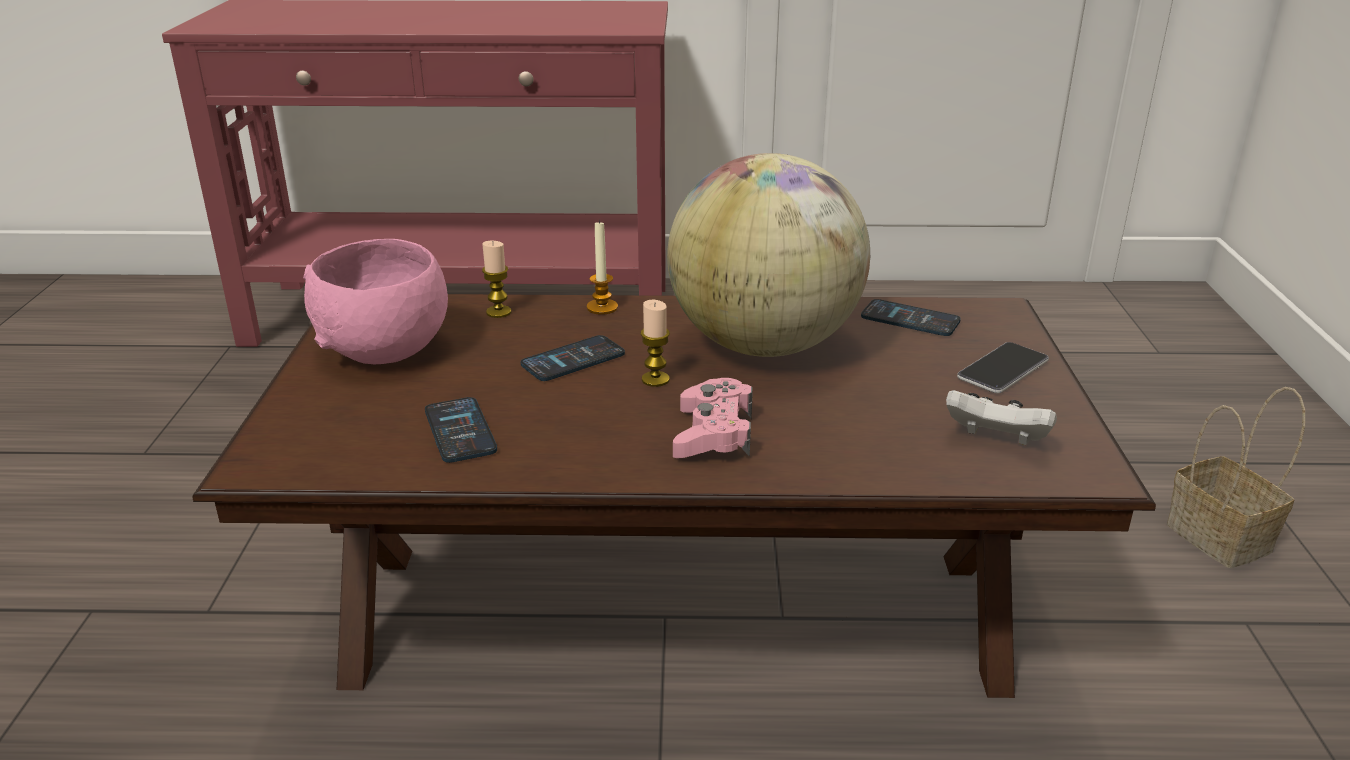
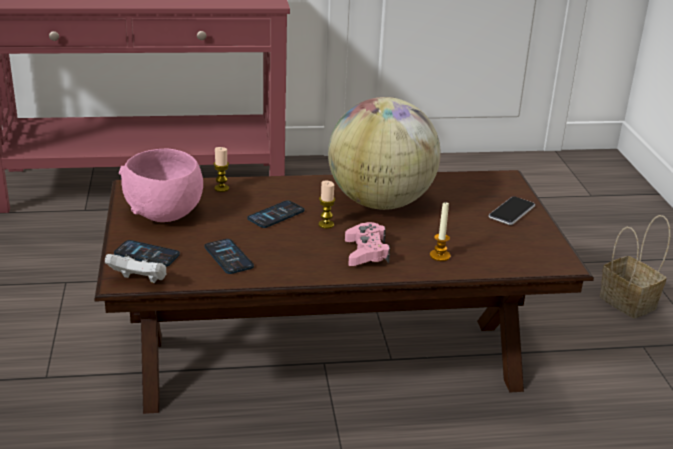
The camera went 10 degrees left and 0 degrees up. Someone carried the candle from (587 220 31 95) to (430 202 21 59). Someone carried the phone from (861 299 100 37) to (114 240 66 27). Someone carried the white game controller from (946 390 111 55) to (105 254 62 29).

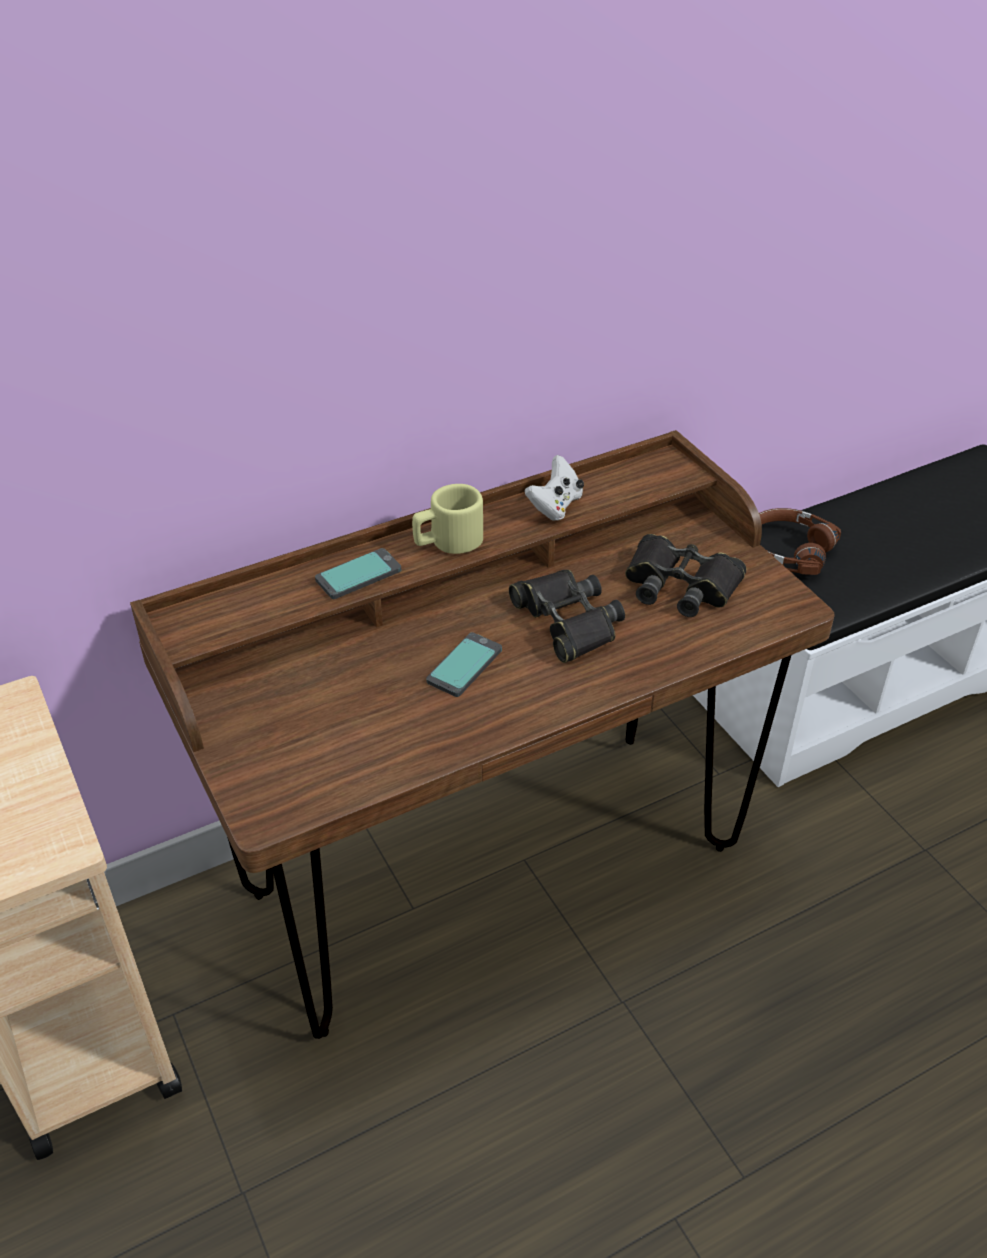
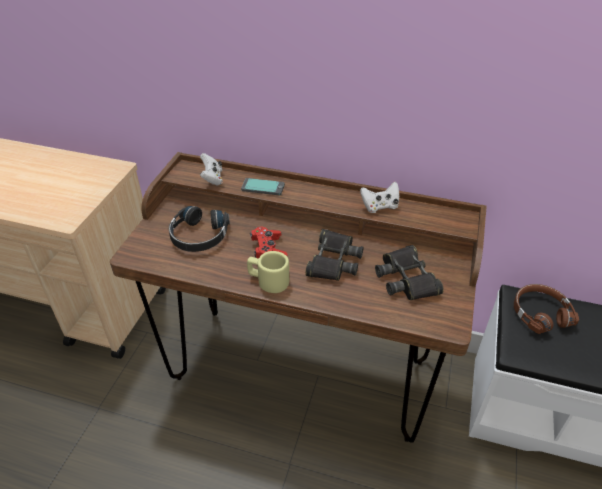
The camera went 45 degrees right and 0 degrees up. Someone put down the black headphones at (169 206 61 46). Someone put down the white game controller at (200 153 23 32). Someone carried the beige mug from (412 484 71 70) to (247 251 42 42). Someone swapped the phone at (426 632 76 65) for the red game controller at (250 227 37 32).

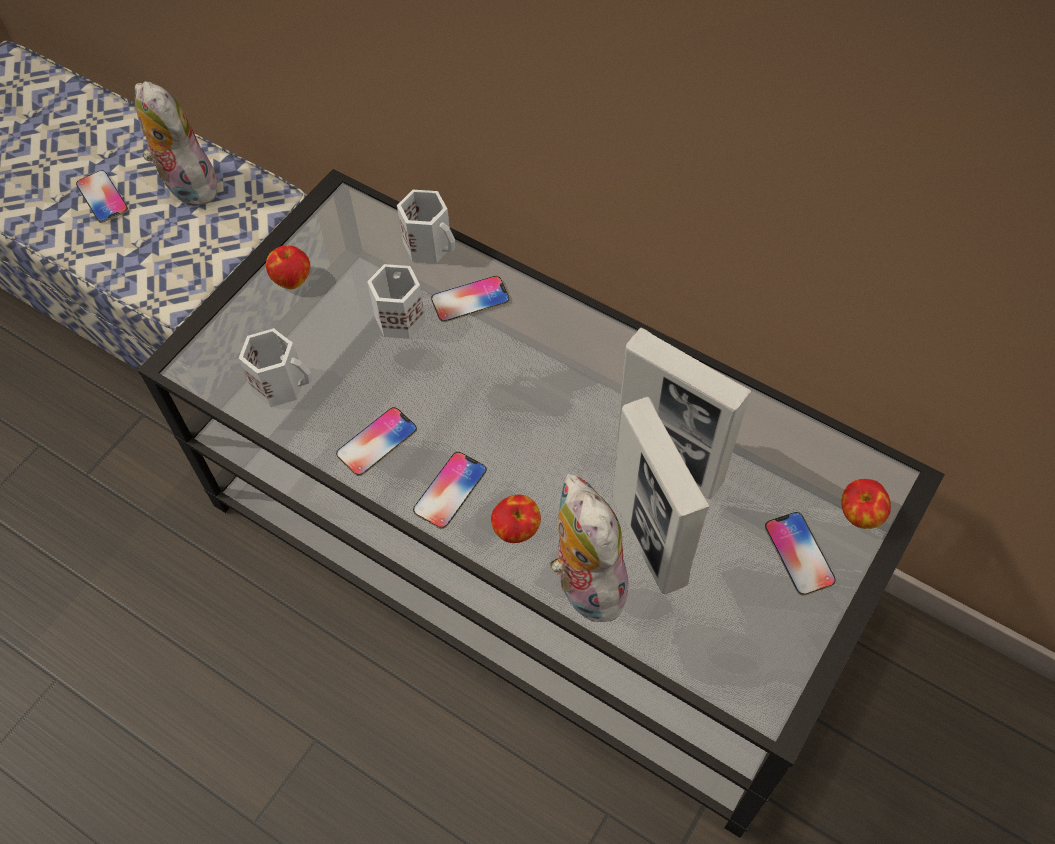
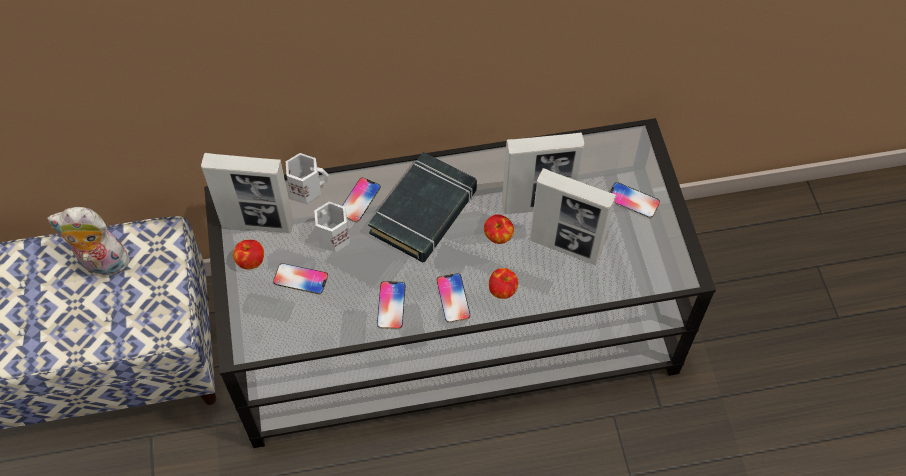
The camera went 45 degrees left and 0 degrees up. Someone took away the white mug at (239 328 73 79). Someone took away the plush toy at (550 473 80 149). Someone put down the picture frame at (201 153 93 80). Someone put down the black book at (368 152 109 110). Someone carried the phone from (76 170 52 53) to (273 263 55 31). Someone carried the apple from (842 479 49 50) to (484 214 30 30).

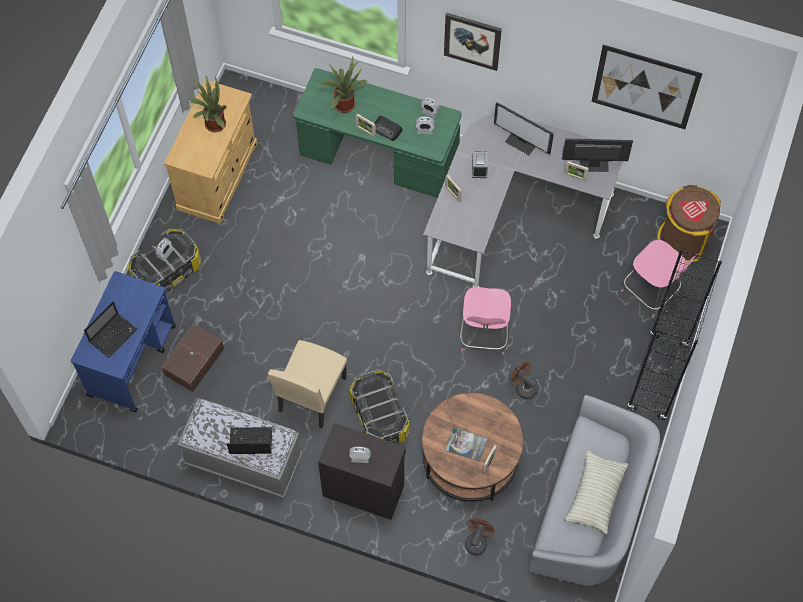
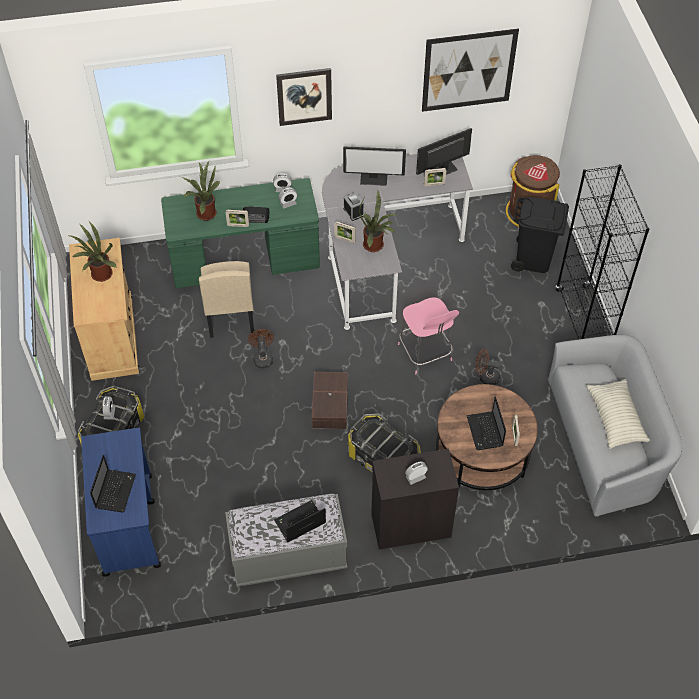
The camera went 30 degrees left and 10 degrees down. Someone put down the potted plant at (359 191 39 61). Someone carried the brown storage box from (161 324 63 68) to (312 372 36 57). Someone carried the beige chair from (268 340 79 88) to (199 261 55 77). Someone carried the brown fan from (465 518 30 38) to (248 329 26 39). Someone swapped the book at (445 427 43 35) for the laptop at (466 397 40 53). Someone swapped the pink stool at (621 240 78 77) for the black trash can at (511 197 58 76).

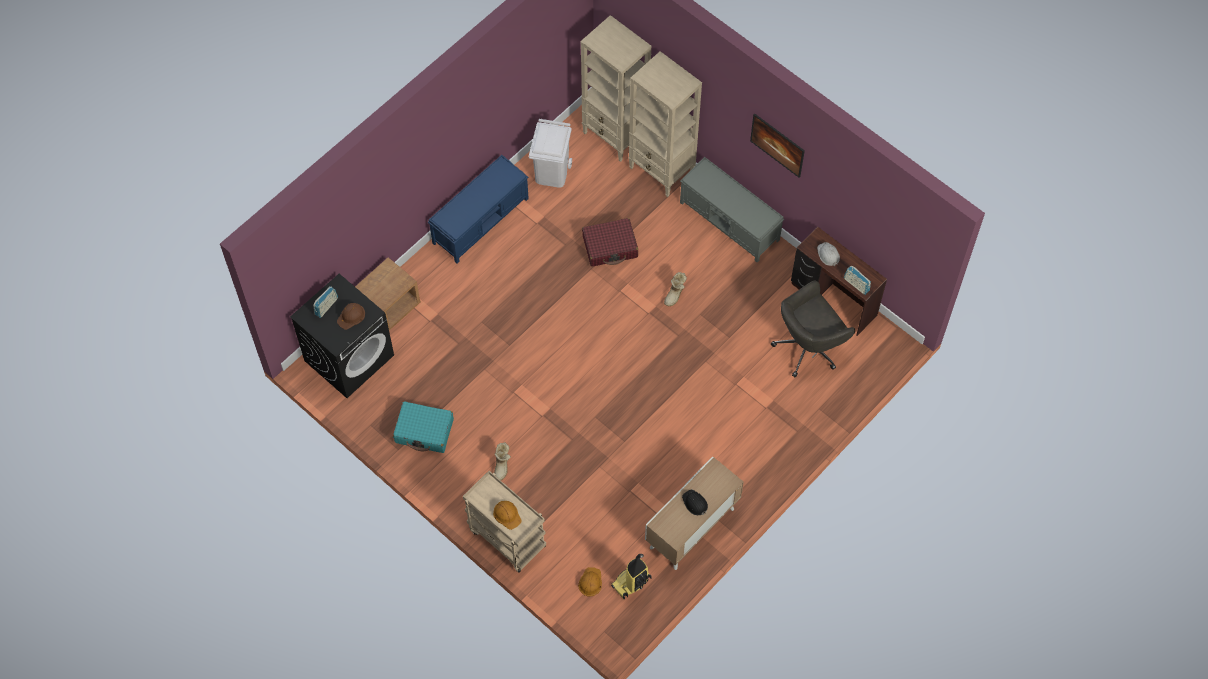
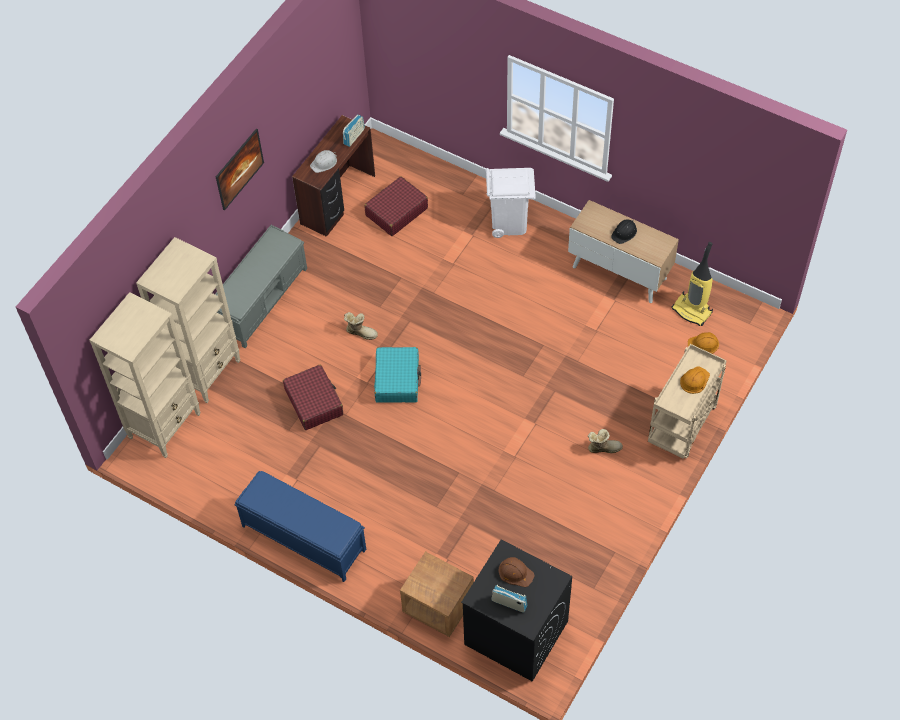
The camera went 100 degrees left and 5 degrees down. Someone carried the turquoise suitcase from (393 401 61 52) to (374 347 47 56). Someone carried the white trash can from (529 119 43 69) to (486 168 50 70). Someone swapped the grey office chair at (771 280 84 97) for the red suitcase at (365 176 63 60).

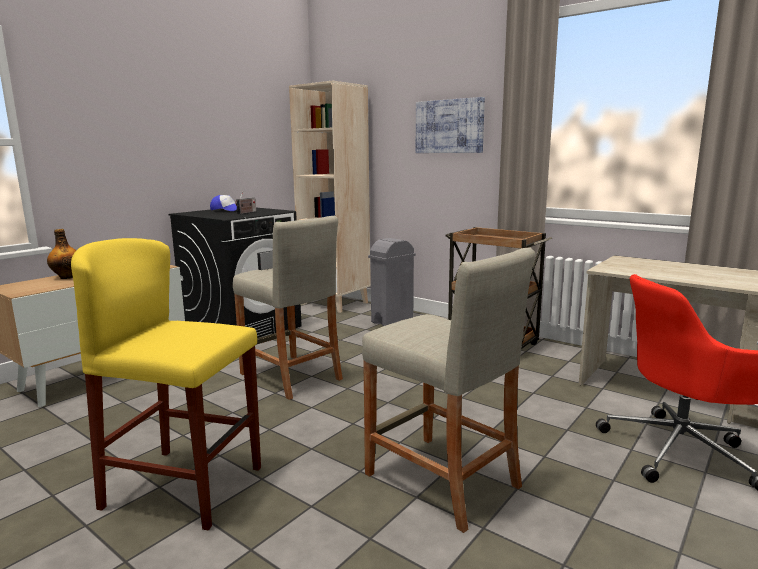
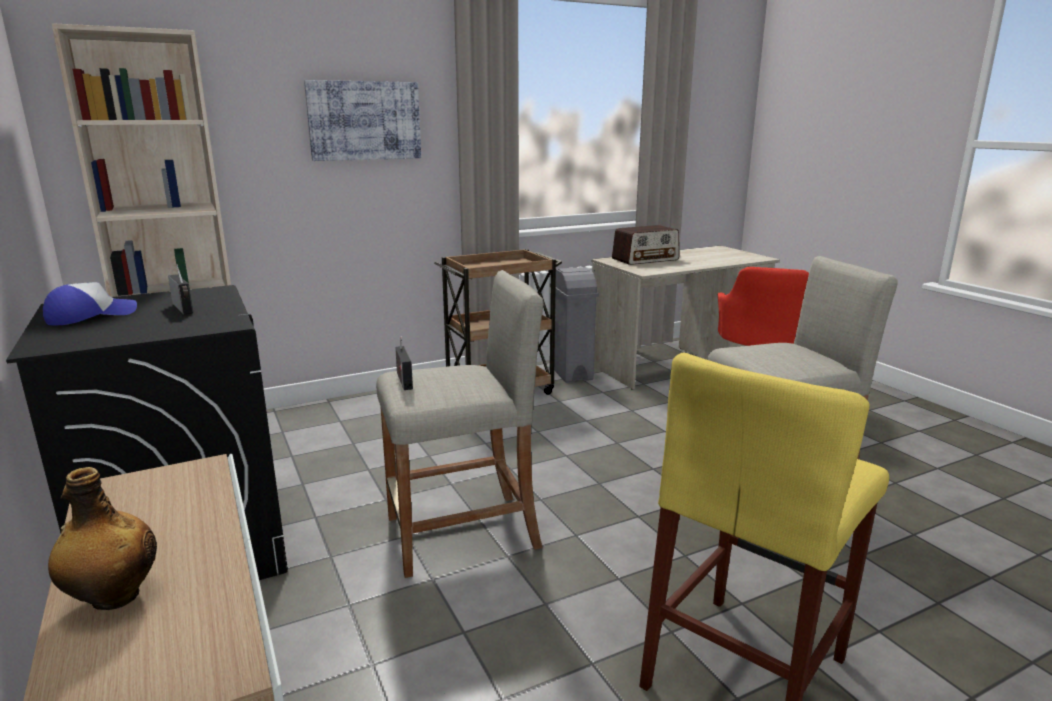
The camera went 65 degrees left and 5 degrees up. Someone put down the radio at (612 225 67 40). Someone carried the grey trash can from (368 238 48 88) to (550 267 49 116).

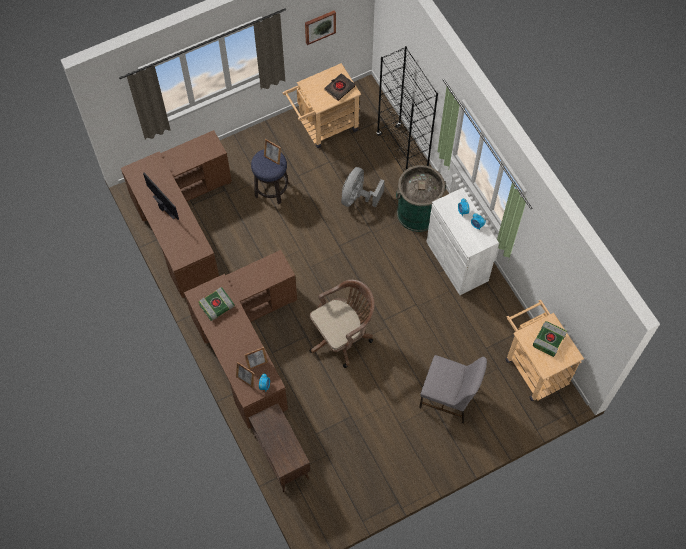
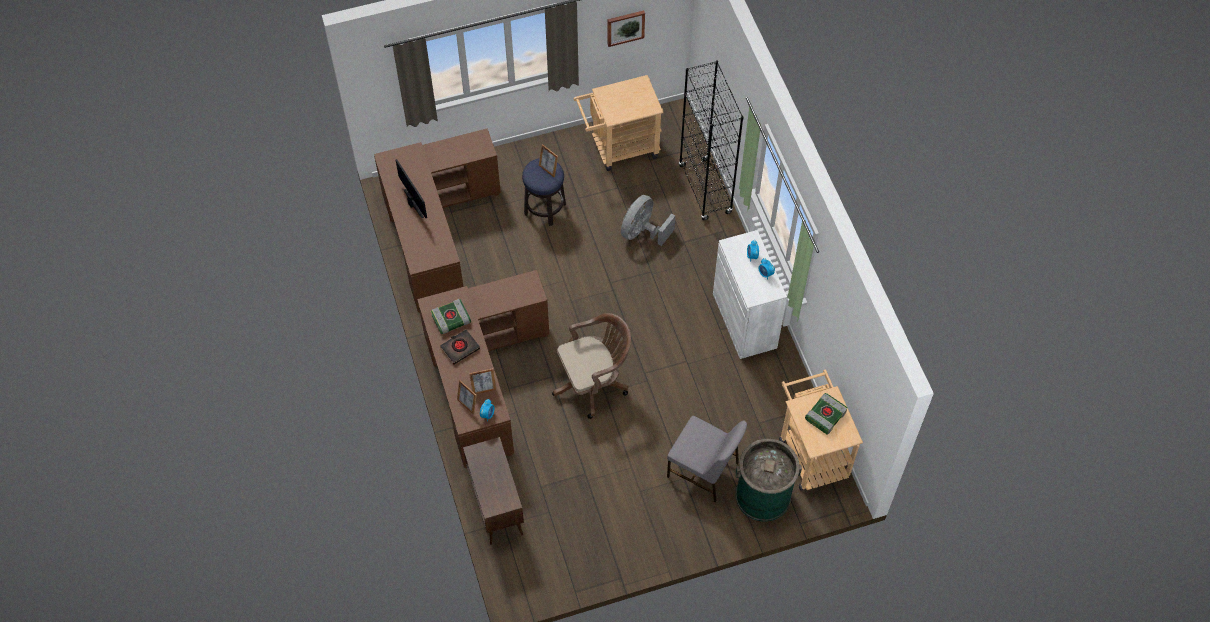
The camera went 10 degrees right and 5 degrees down. Someone carried the black book from (324 73 31 28) to (440 330 40 35). Someone carried the green trash can from (396 165 50 67) to (735 439 67 83).

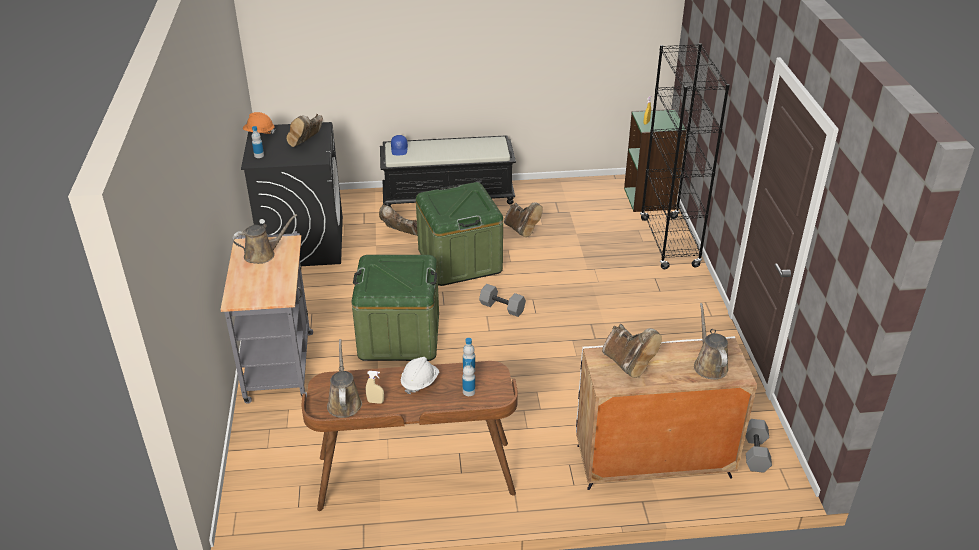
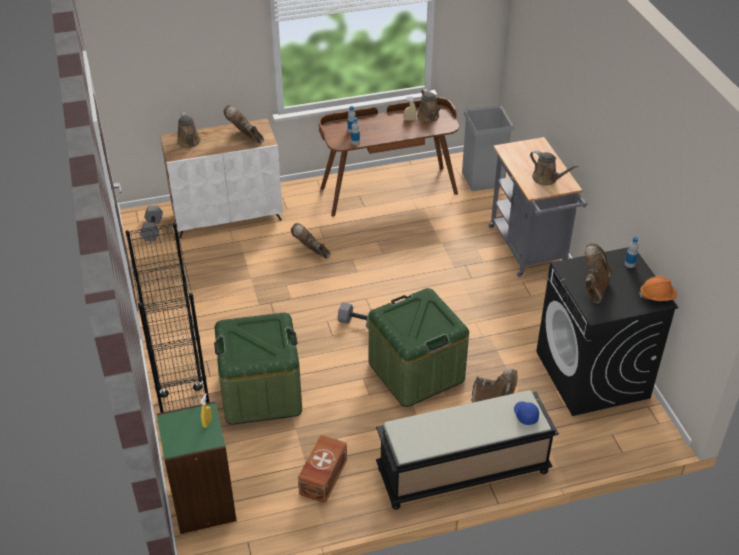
The camera went 170 degrees right and 5 degrees up. Someone took away the white hard hat at (401 357 38 38). Someone put down the brown storage box at (298 435 49 68). Someone put down the grey trash can at (462 105 52 86). Someone carried the green storage box from (352 255 87 106) to (214 313 88 112). Someone carried the brown boot from (504 202 39 35) to (291 223 39 36). Someone rotated the brown watering can at (232 214 65 50) by 105 degrees counterclockwise.

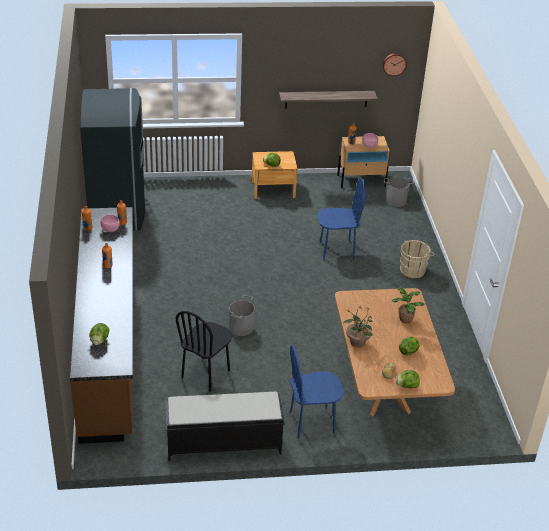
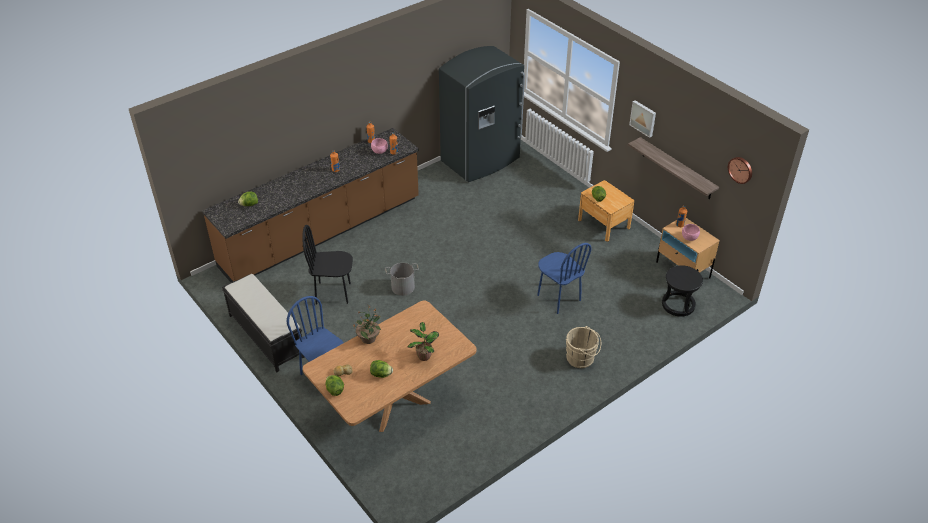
The camera went 60 degrees right and 5 degrees up. Someone put up the picture at (629 100 27 38). Someone swapped the grey bucket at (384 177 30 30) for the black stool at (662 265 41 52).

